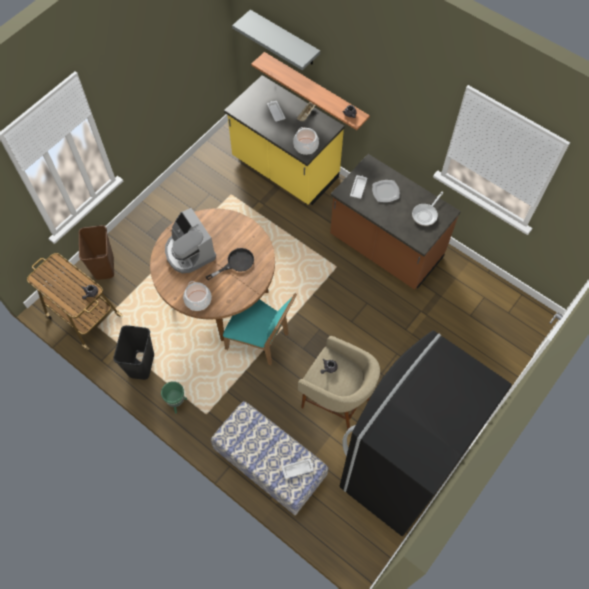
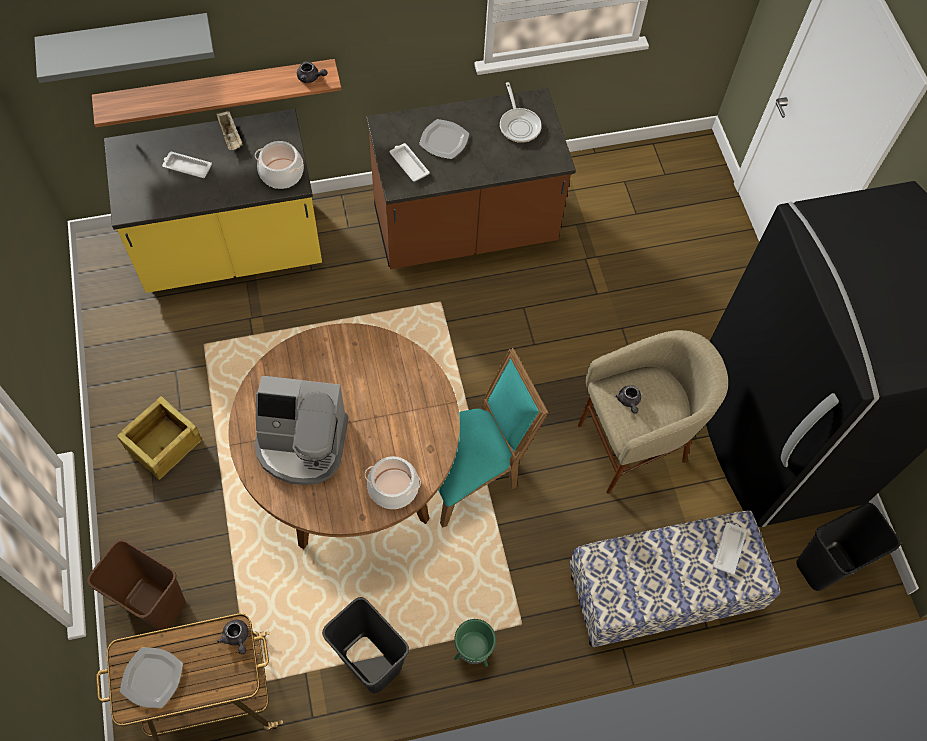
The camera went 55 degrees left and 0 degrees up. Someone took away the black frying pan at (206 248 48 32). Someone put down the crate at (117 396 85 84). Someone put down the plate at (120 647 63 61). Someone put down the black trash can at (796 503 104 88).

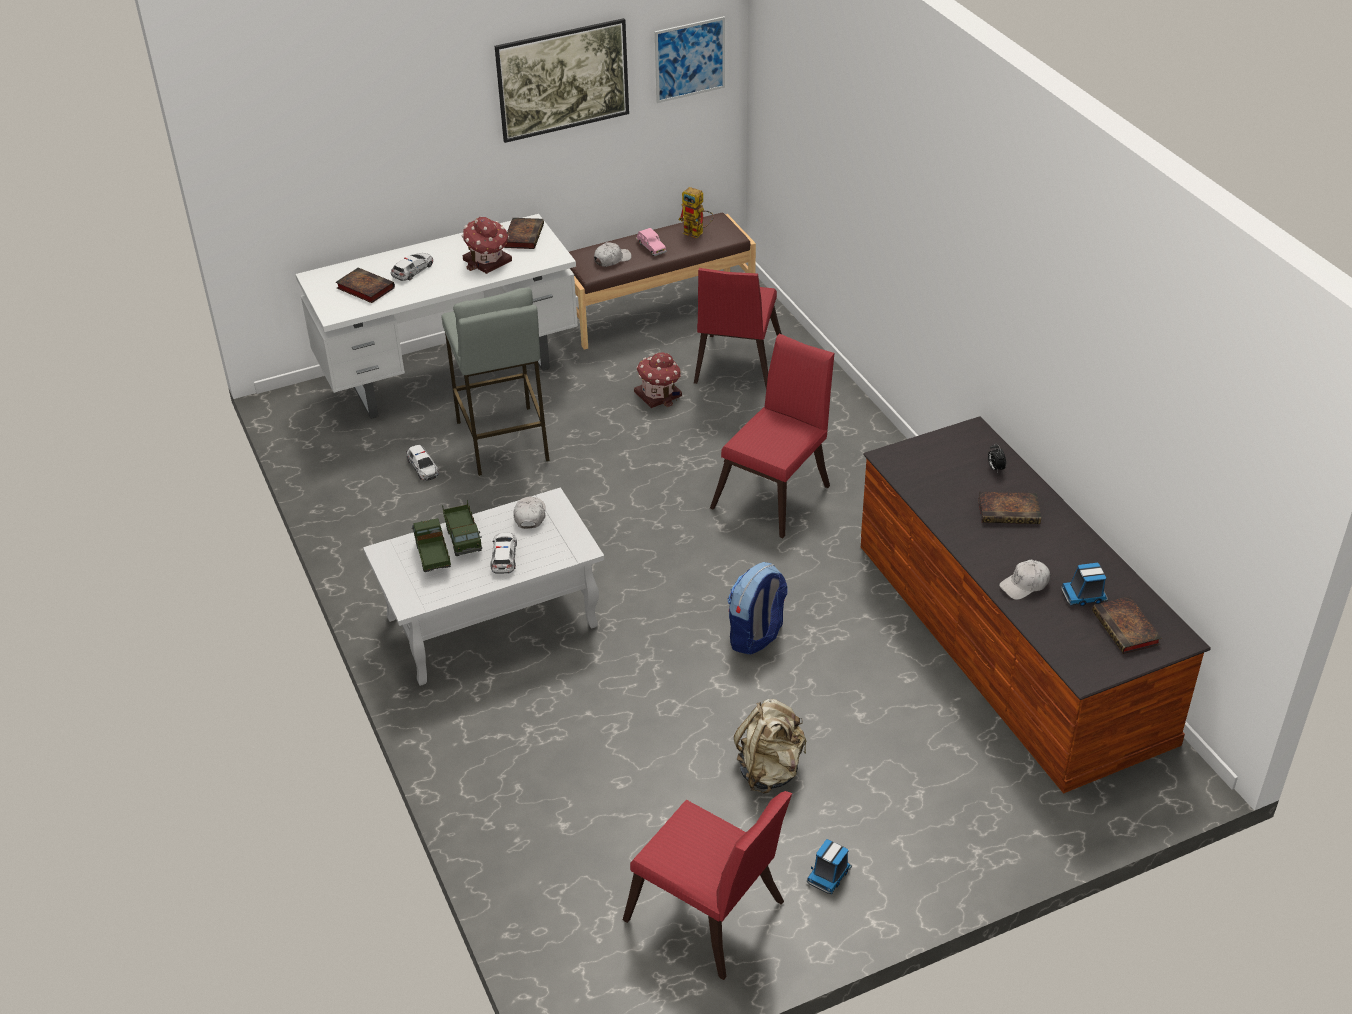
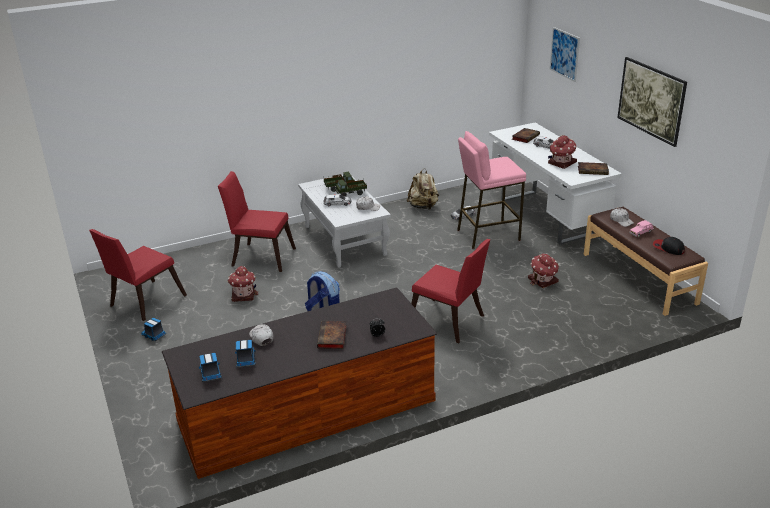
The camera went 90 degrees right and 10 degrees down. Someone put down the toy house at (228 266 30 36). Someone carried the picture from (655 16 70 87) to (549 27 31 55). Someone carried the red chair from (694 268 88 121) to (218 171 78 101). Someone carried the beige backpack from (734 699 72 95) to (407 169 32 41). Someone swapped the toy robot at (679 187 35 51) for the cap at (653 237 32 18). Someone swapped the book at (1092 596 70 58) for the toy truck at (199 353 23 29). Someone repainted the grey stool at (441 287 109 189), which became the pink stool at (457 131 69 118).

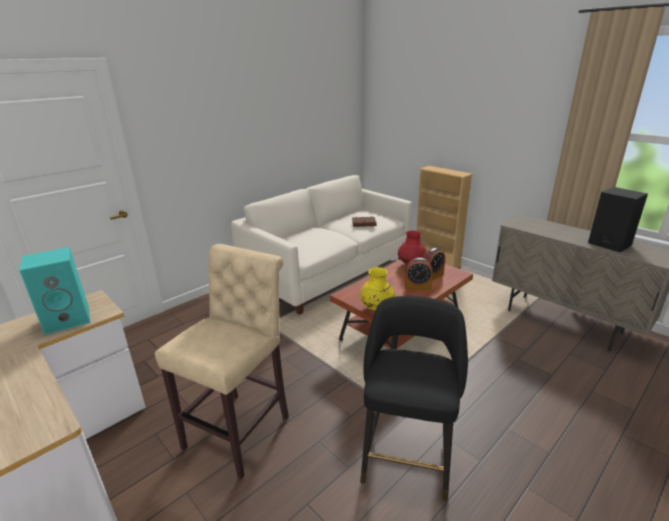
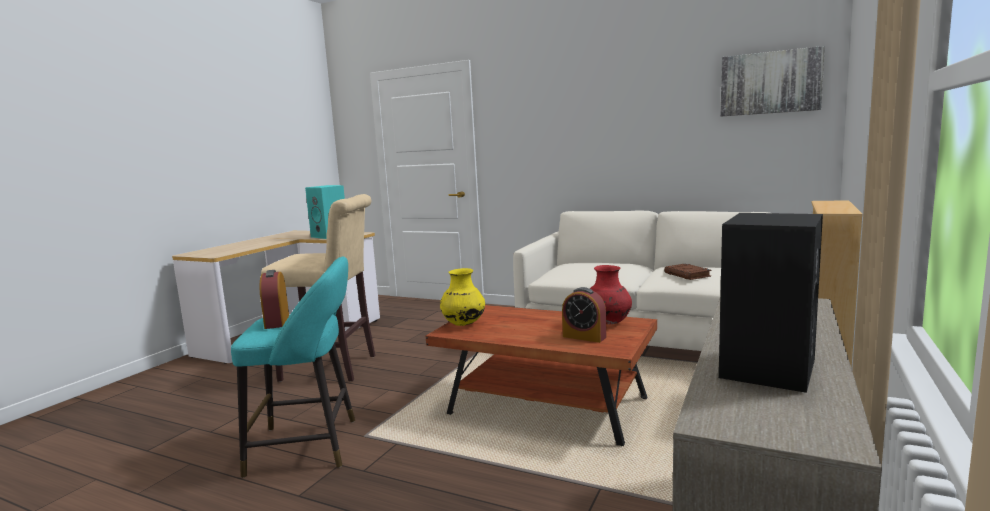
The camera went 70 degrees right and 15 degrees down. Someone put up the picture at (720 46 105 70). Someone carried the alarm clock from (405 258 28 32) to (260 270 29 59). Someone repainted the black stool at (360 296 108 205), which became the turquoise stool at (231 257 124 221).

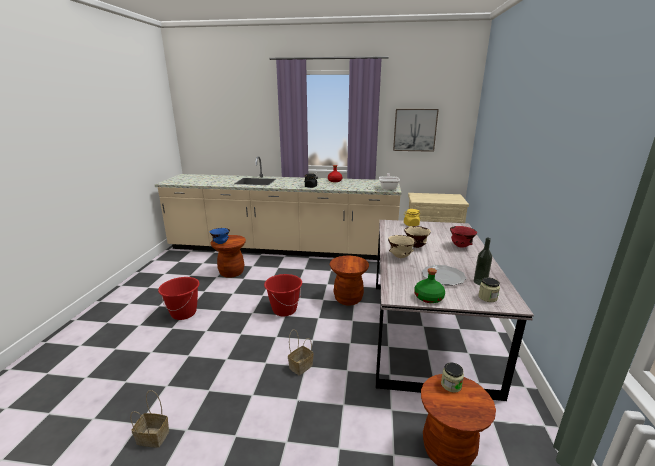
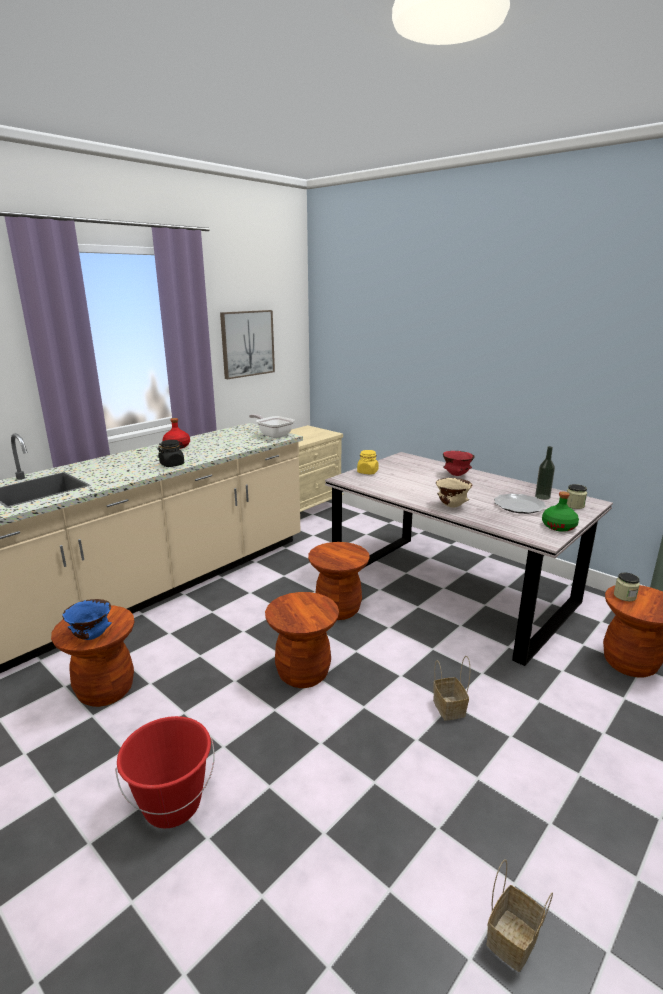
The camera went 55 degrees left and 0 degrees up. Someone took away the beige bowl at (404 226 27 22). Someone swapped the red bucket at (264 274 38 42) for the brown stool at (265 592 74 96).

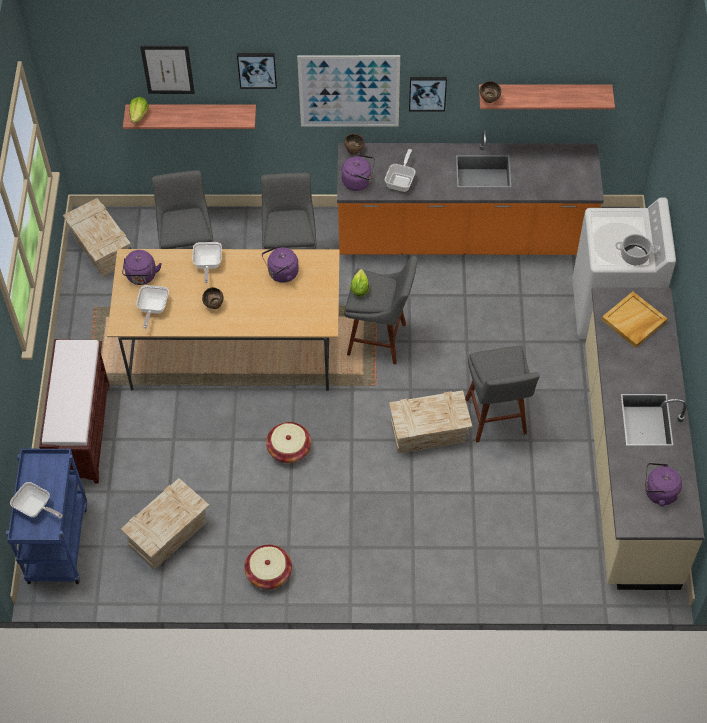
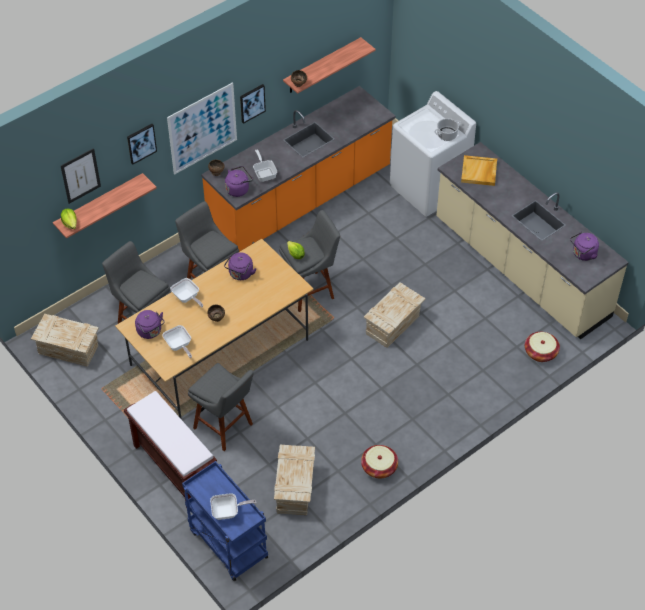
The camera went 40 degrees left and 5 degrees down. Someone carried the basket from (266 422 45 41) to (525 332 35 30). Someone carried the grey stool from (465 345 75 97) to (188 363 66 88).

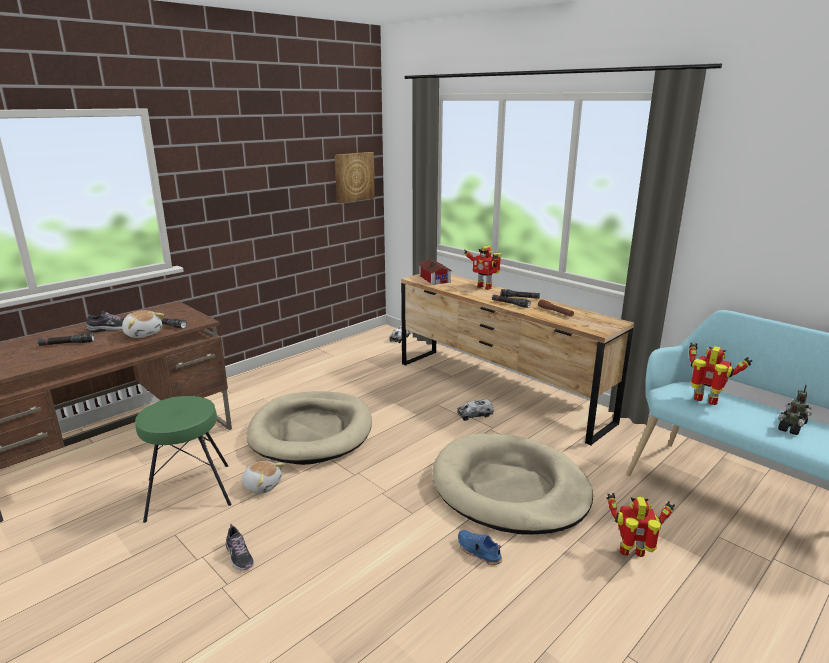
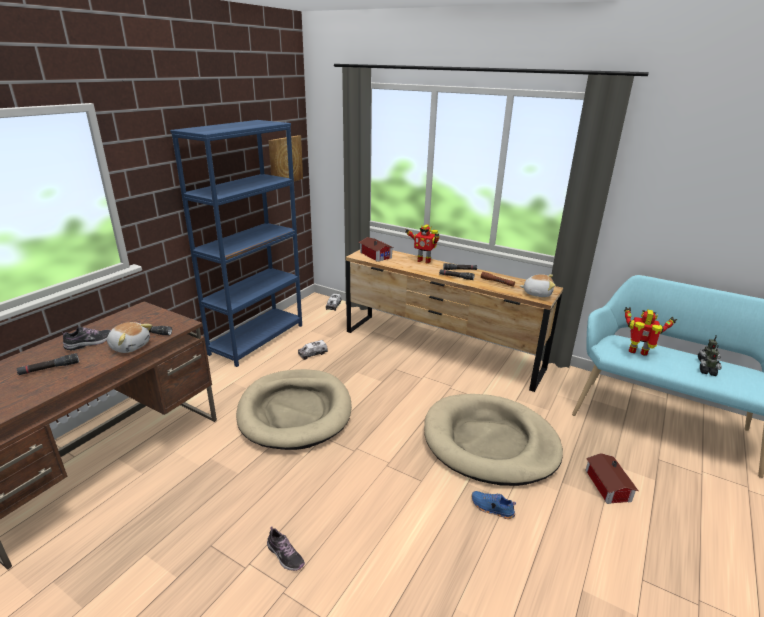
The camera went 15 degrees left and 5 degrees up. Someone took away the green stool at (135 396 97 127). Someone put down the blue bookcase at (170 120 132 247). Someone carried the plush toy from (242 461 43 33) to (520 274 35 23). Someone carried the toy truck from (457 399 37 22) to (298 340 30 20). Someone swapped the toy robot at (606 493 69 64) for the toy house at (586 453 53 51).

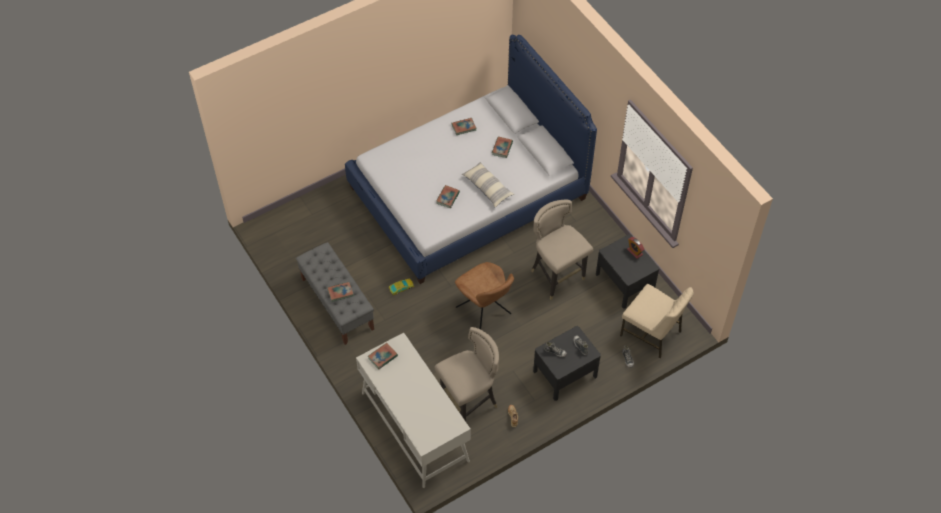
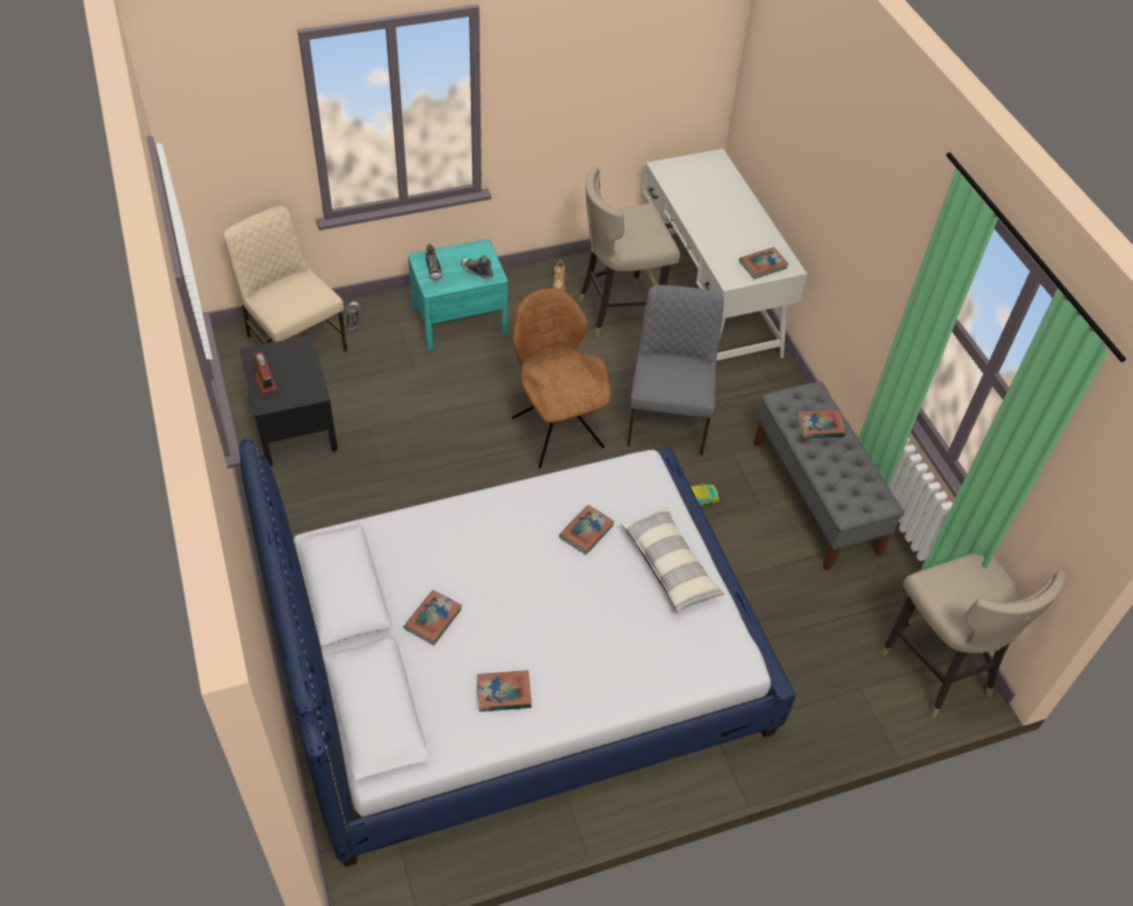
The camera went 170 degrees left and 5 degrees down. Someone put down the grey chair at (627 285 97 171). Someone carried the pillow from (462 162 53 45) to (621 506 103 108). Someone carried the beige stool from (531 200 62 100) to (881 553 185 165). Someone repainted the black nightstand at (533 326 68 75), which became the turquoise nightstand at (408 239 100 110).

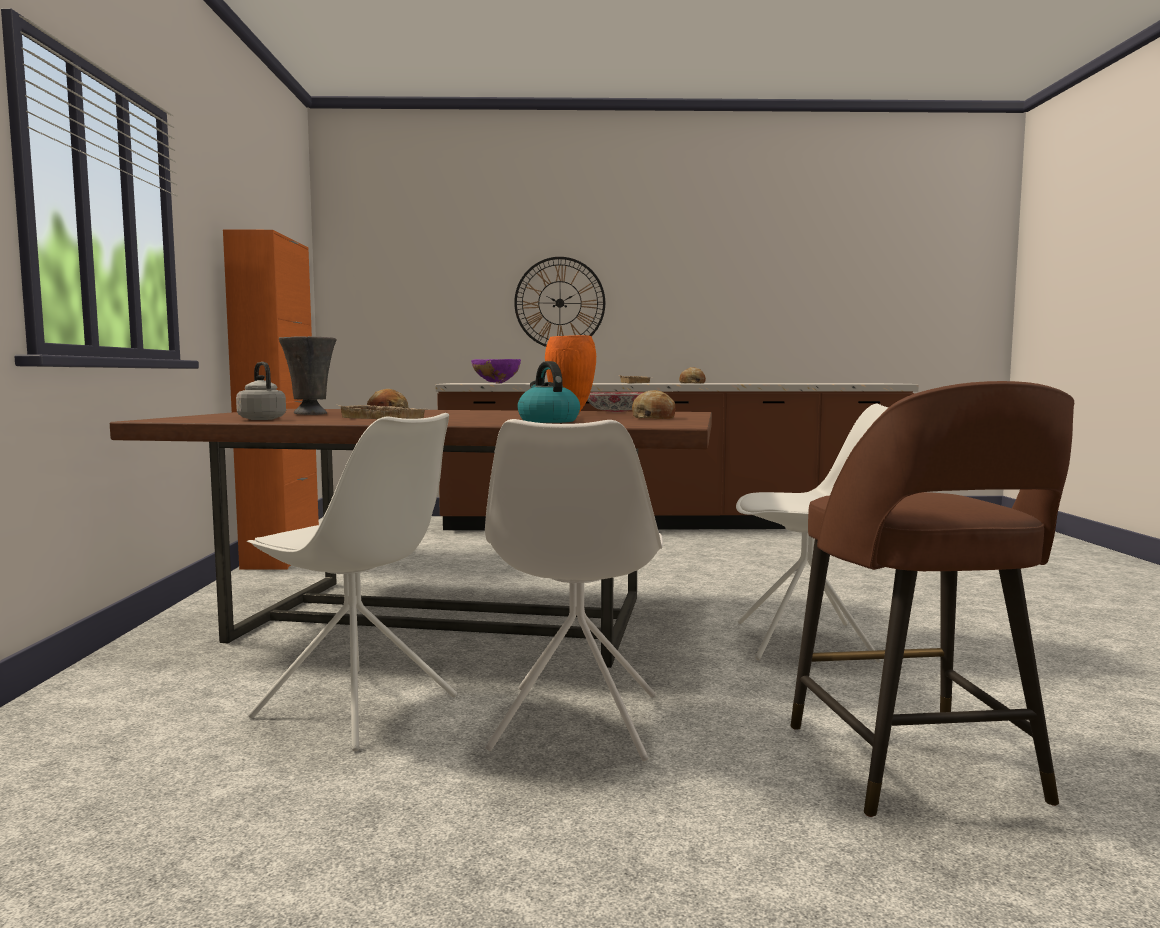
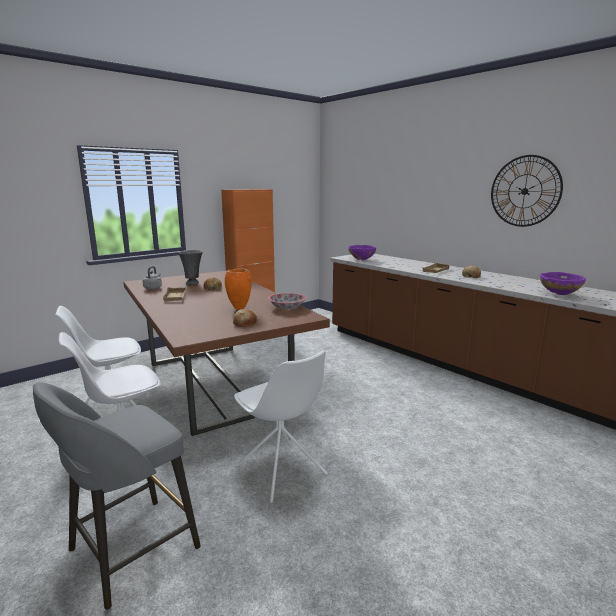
The camera went 50 degrees right and 10 degrees up. Someone took away the kettle at (517 361 63 62). Someone put down the purple bowl at (540 272 46 23). Someone carried the wall clock from (514 257 91 90) to (491 155 72 72). Someone repainted the brown stool at (791 381 283 436), which became the grey stool at (33 382 168 228). Someone rotated the white chair at (247 413 210 338) by 75 degrees clockwise.

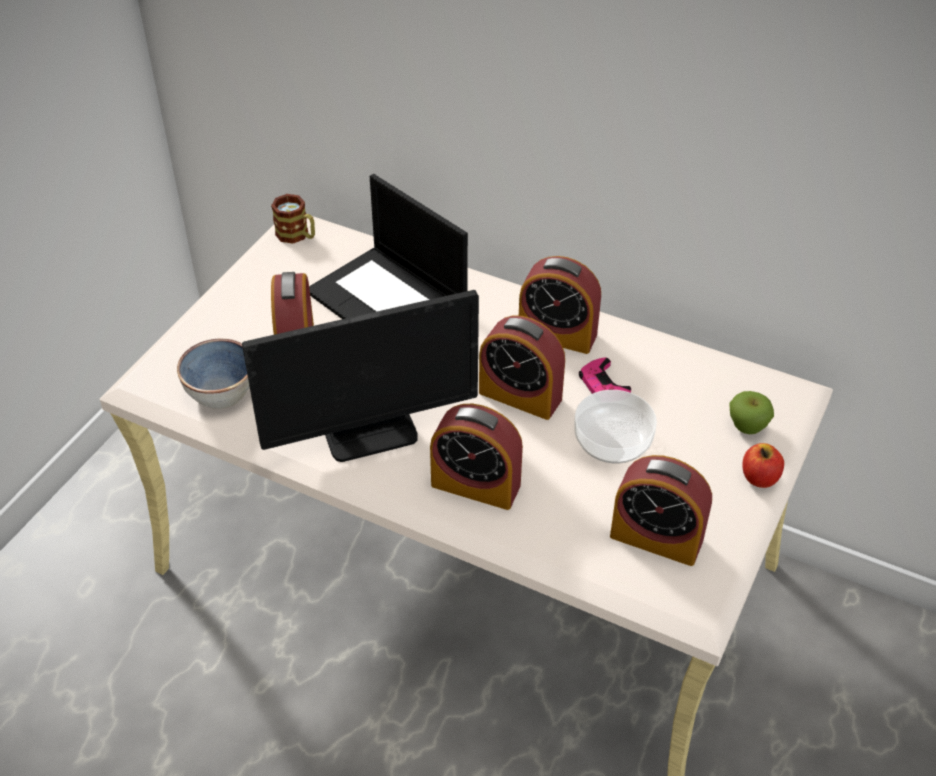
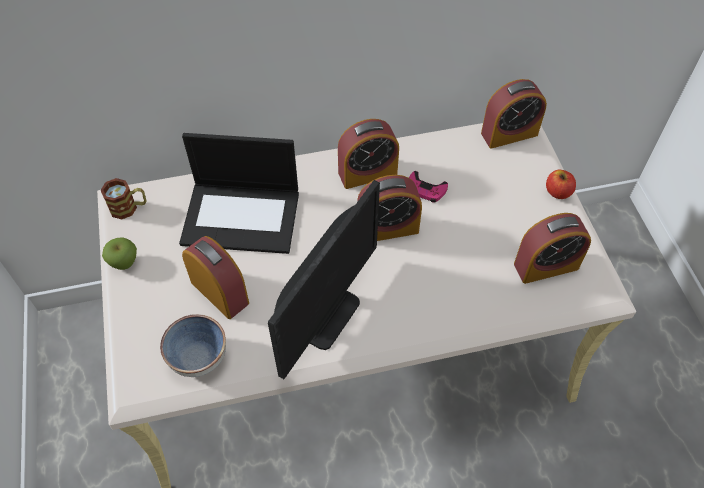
The camera went 40 degrees left and 10 degrees up. Someone took away the bowl at (574 390 83 73). Someone carried the alarm clock from (430 404 93 106) to (481 79 66 70). Someone carried the apple from (730 391 44 43) to (102 237 35 33).

